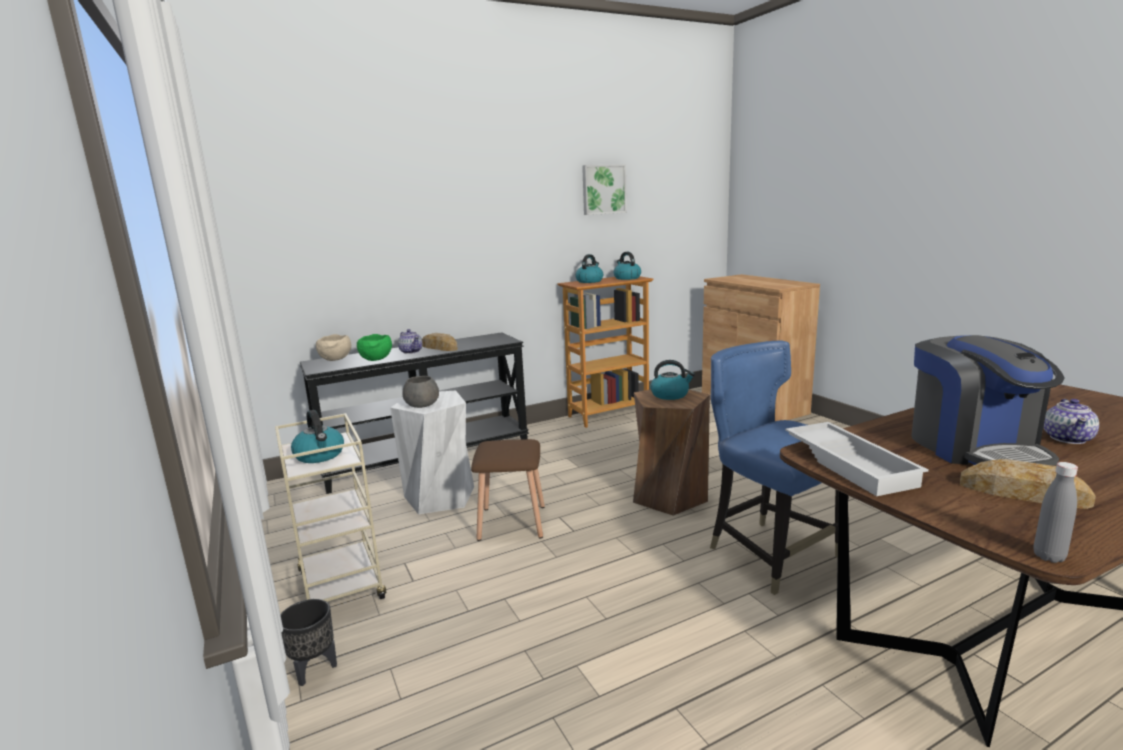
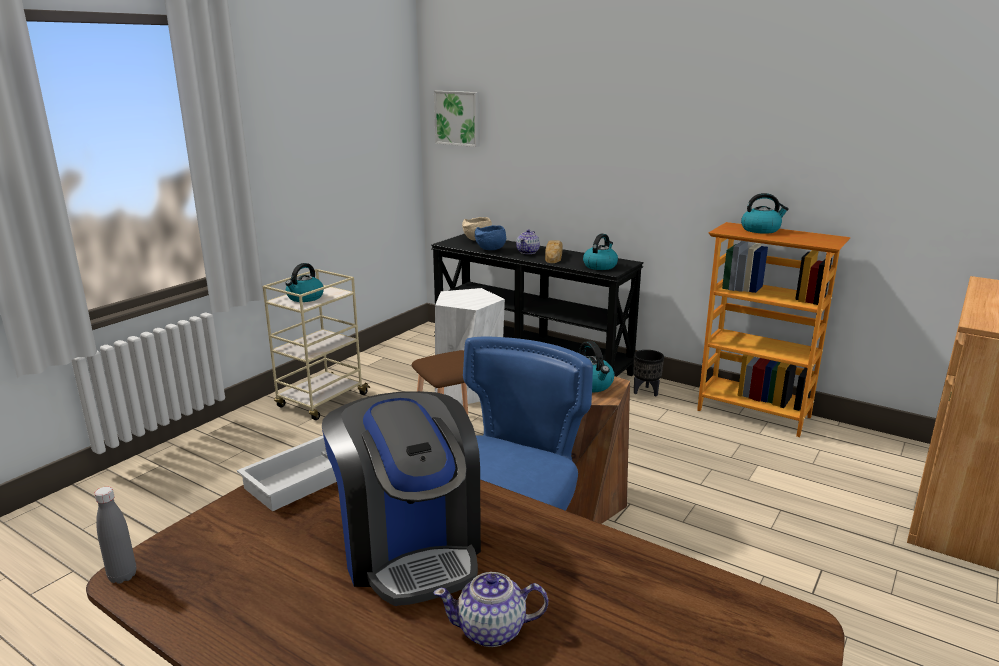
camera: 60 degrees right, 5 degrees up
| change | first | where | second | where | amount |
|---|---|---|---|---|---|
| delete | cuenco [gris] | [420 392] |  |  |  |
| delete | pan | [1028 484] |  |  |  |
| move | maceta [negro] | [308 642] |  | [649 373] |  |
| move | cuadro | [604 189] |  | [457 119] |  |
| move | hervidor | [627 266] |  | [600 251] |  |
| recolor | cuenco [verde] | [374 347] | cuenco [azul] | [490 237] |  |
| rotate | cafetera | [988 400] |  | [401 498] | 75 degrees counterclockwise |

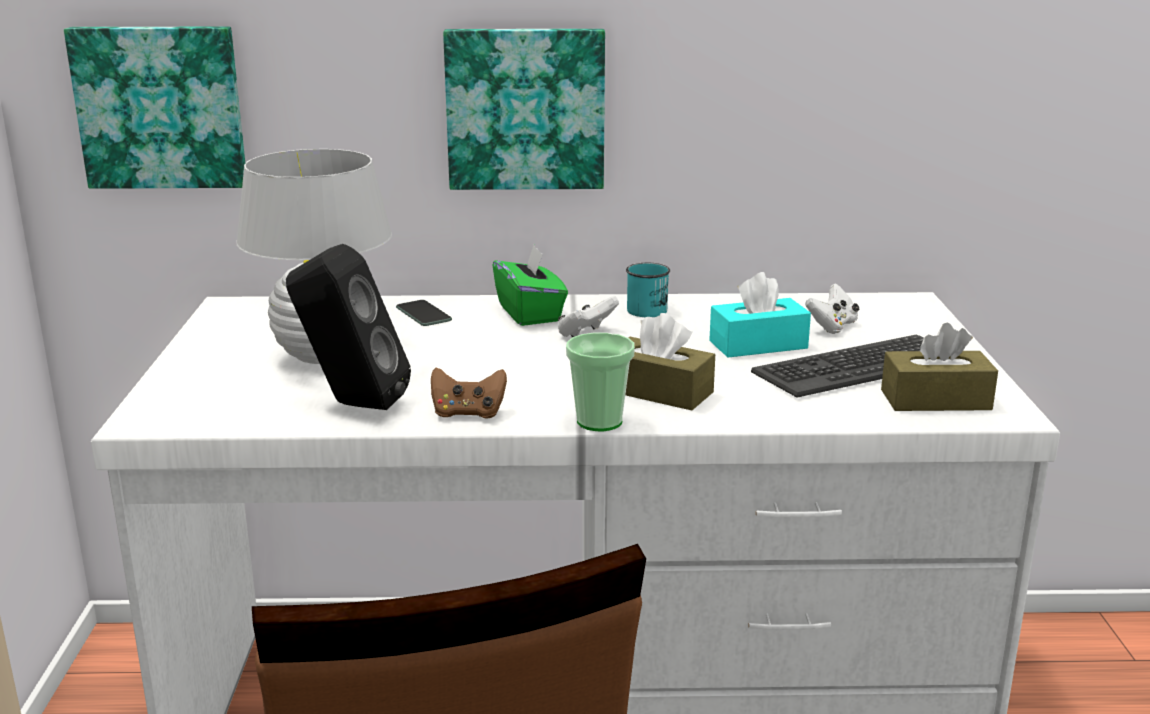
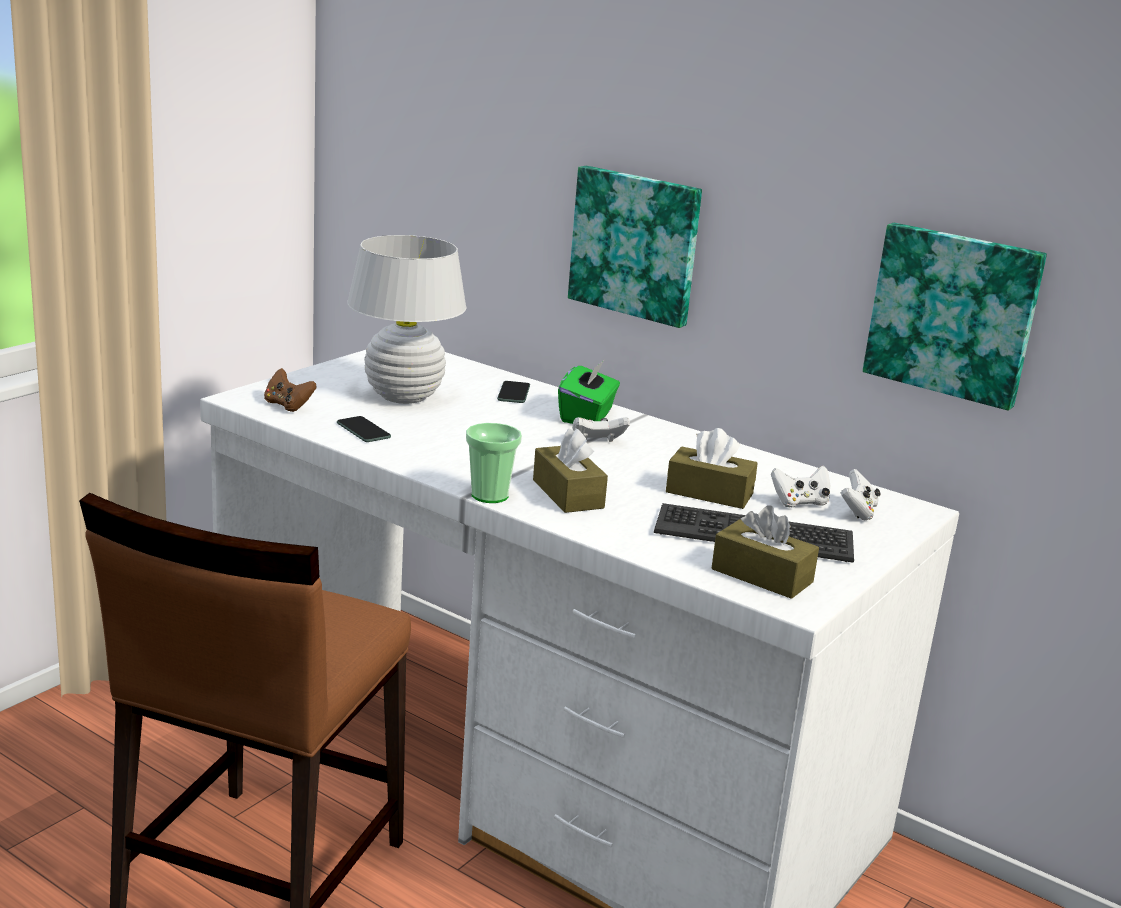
camera: 35 degrees right, 0 degrees up
| change | first | where | second | where | amount |
|---|---|---|---|---|---|
| delete | taza grande [turquesa] | [648 290] |  |  |  |
| insert |  |  | mando de consola [blanco] | [861 494] |  |
| move | cuadro | [154 108] |  | [955 316] |  |
| move | mando de consola [marrón] | [469 393] |  | [290 390] |  |
| replace | altavoz [negro] | [348 327] | móvil | [364 429] |  |
| recolor | caja de pañuelos [turquesa] | [760 314] | caja de pañuelos [marrón] | [712 468] |  |

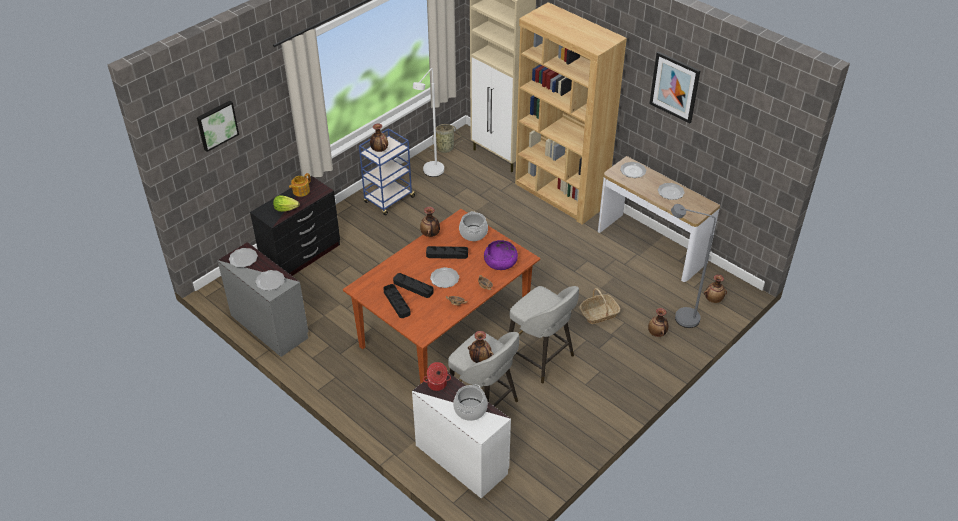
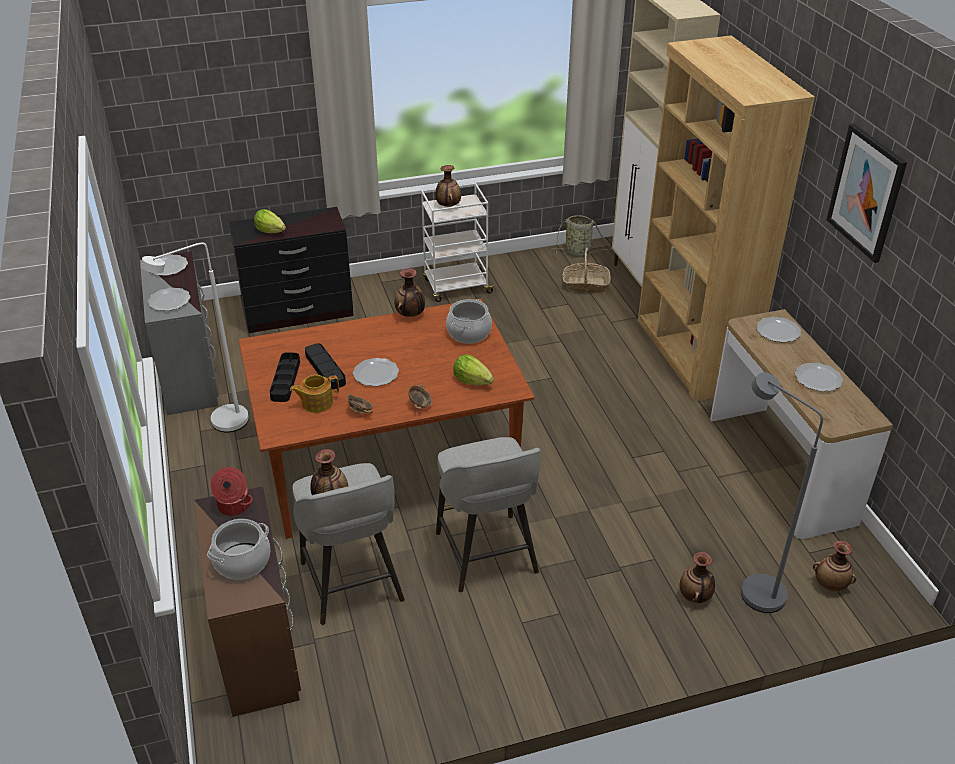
camera: 30 degrees right, 5 degrees down
| change | first | where | second | where | amount |
|---|---|---|---|---|---|
| delete | cuadro | [218 126] |  |  |  |
| delete | bandeja [negro] | [447 252] |  |  |  |
| move | tetera | [300 185] |  | [314 394] |  |
| move | lámpara de pie [blanco] | [428 122] |  | [195 337] |  |
| move | cesta | [599 306] |  | [586 270] |  |
| replace | cuenco [morado] | [501 255] | lechuga | [473 369] |  |
| recolor | carrito [azul] | [387 171] | carrito [blanco] | [458 242] |  |
| recolor | cómoda [blanco] | [461 435] | cómoda [marrón] | [247 601] |  |

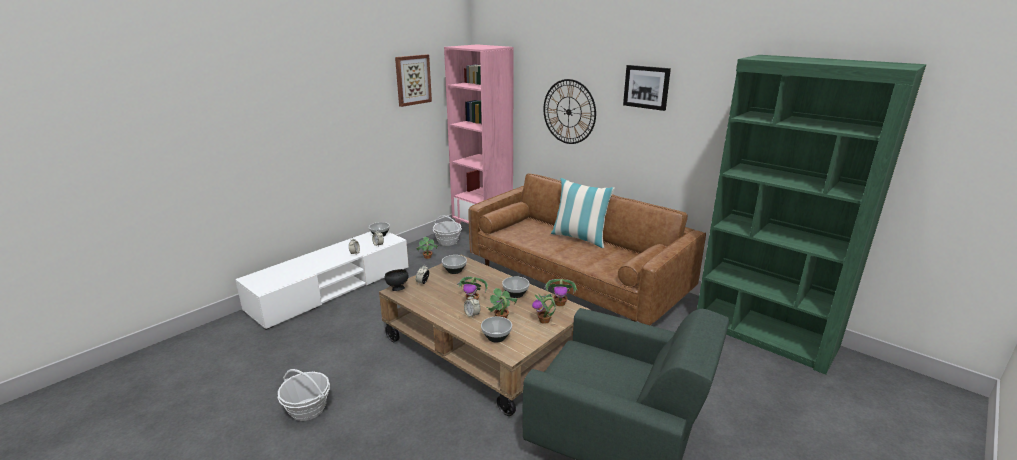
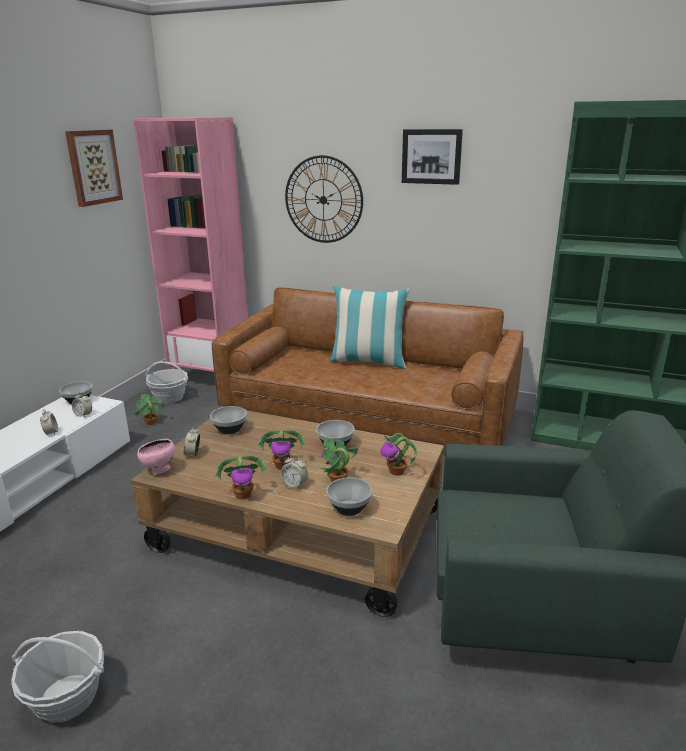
camera: 20 degrees left, 0 degrees up
| change | first | where | second | where | amount |
|---|---|---|---|---|---|
| move | planta en maceta | [560 292] |  | [241 478] |  |
| recolor | cuenco [negro] | [396 280] | cuenco [rosa] | [156 456] |  |

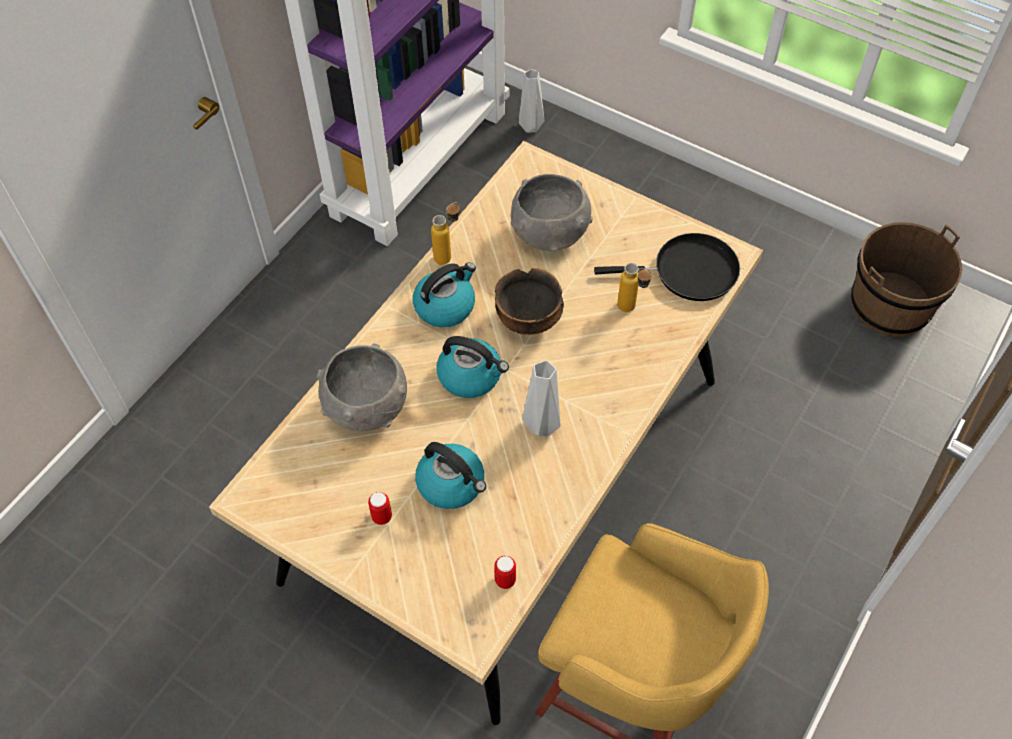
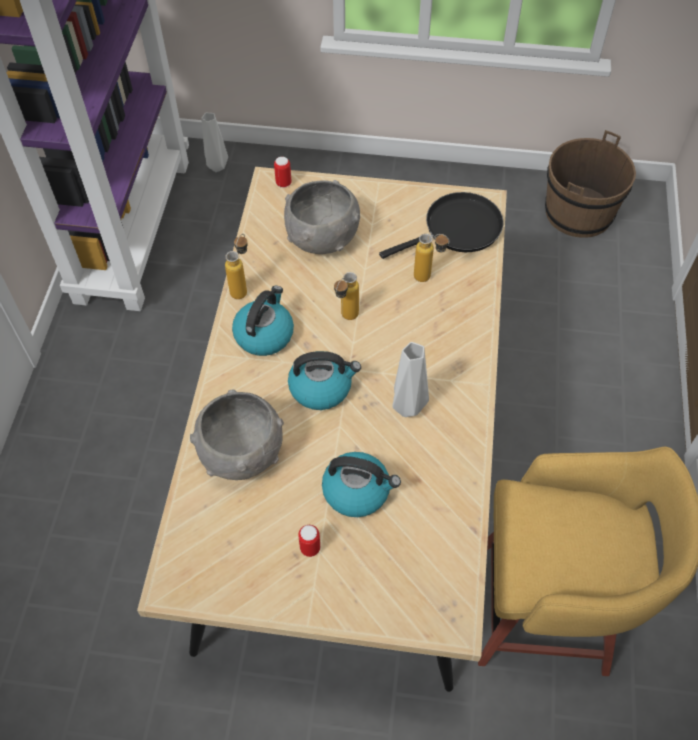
camera: 25 degrees left, 0 degrees up
| change | first | where | second | where | amount |
|---|---|---|---|---|---|
| move | lata | [505 572] |  | [282 172] |  |
| replace | cuenco | [529 301] | botella | [346 296] |  |

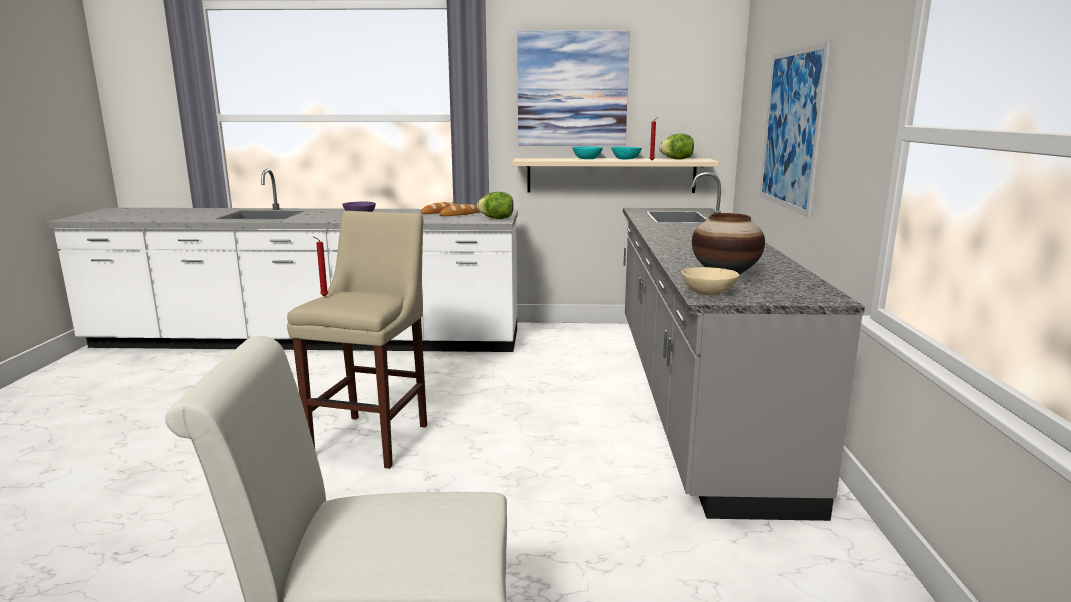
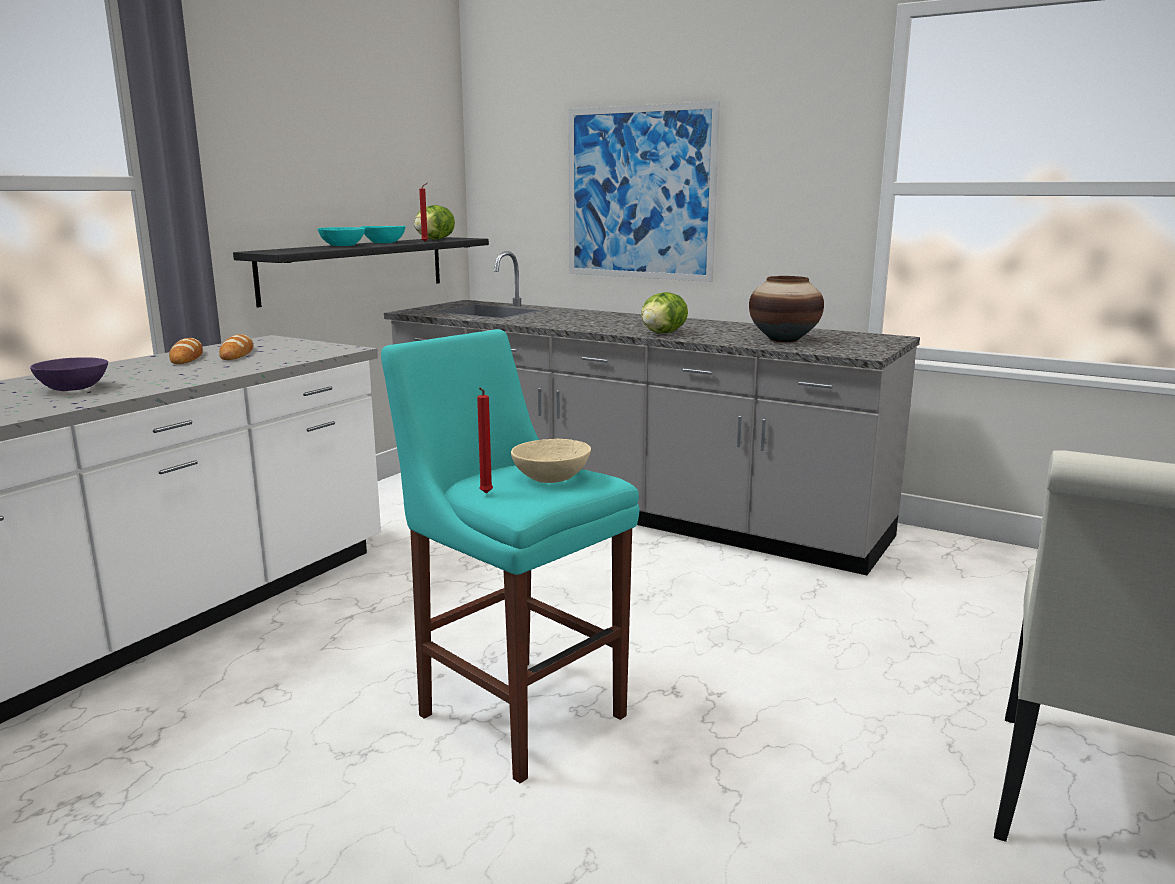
camera: 60 degrees left, 0 degrees up
| change | first | where | second | where | amount |
|---|---|---|---|---|---|
| delete | cuadro | [573 88] |  |  |  |
| move | lechuga | [495 205] |  | [664 312] |  |
| move | cuenco [beis] | [711 281] |  | [551 461] |  |
| recolor | taburete [beis] | [357 340] | taburete [turquesa] | [510 556] |  |
| recolor | estante [beis] | [615 175] | estante [negro] | [361 272] |  |

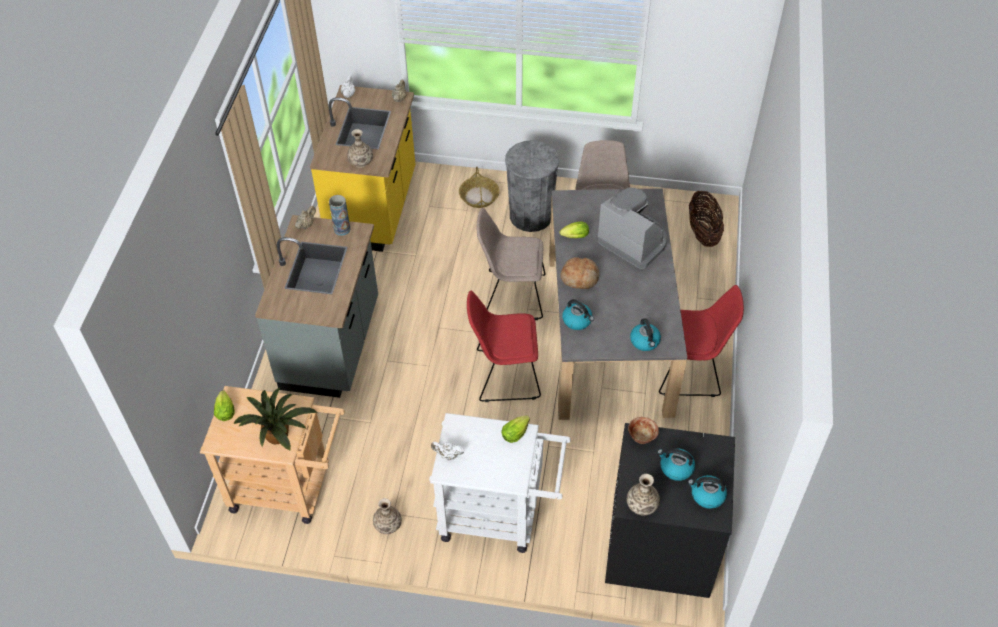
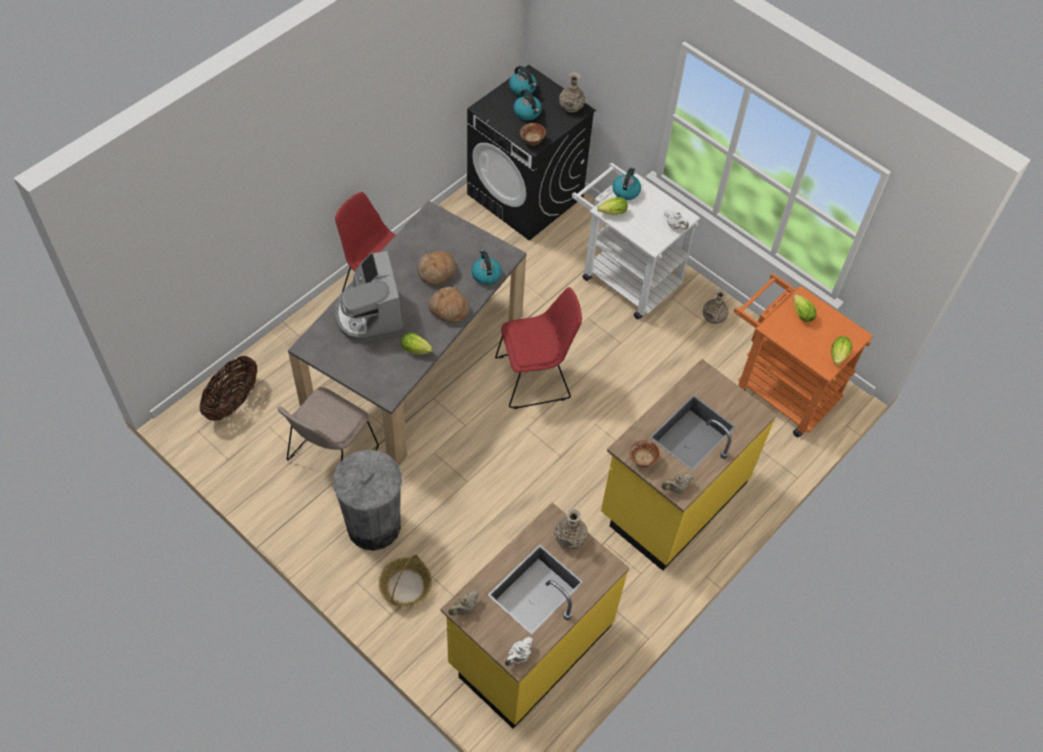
camera: 150 degrees left, 5 degrees up
| change | first | where | second | where | amount |
|---|---|---|---|---|---|
| delete | silla [beis] | [511 264] |  |  |  |
| insert |  |  | pan | [437 268] |  |
| move | hervidor | [645 334] |  | [626 183] |  |
| replace | planta en maceta | [276 419] | lechuga | [805 308] |  |
| replace | florero | [339 215] | cuenco | [644 453] |  |
| recolor | carrito [beis] | [272 455] | carrito [naranja] | [803 355] |  |
| recolor | mueble bajo de cocina [gris] | [316 306] | mueble bajo de cocina [amarillo] | [689 465] |  |
| rotate | silla [rojo] | [504 346] |  | [538 348] | 45 degrees counterclockwise |

